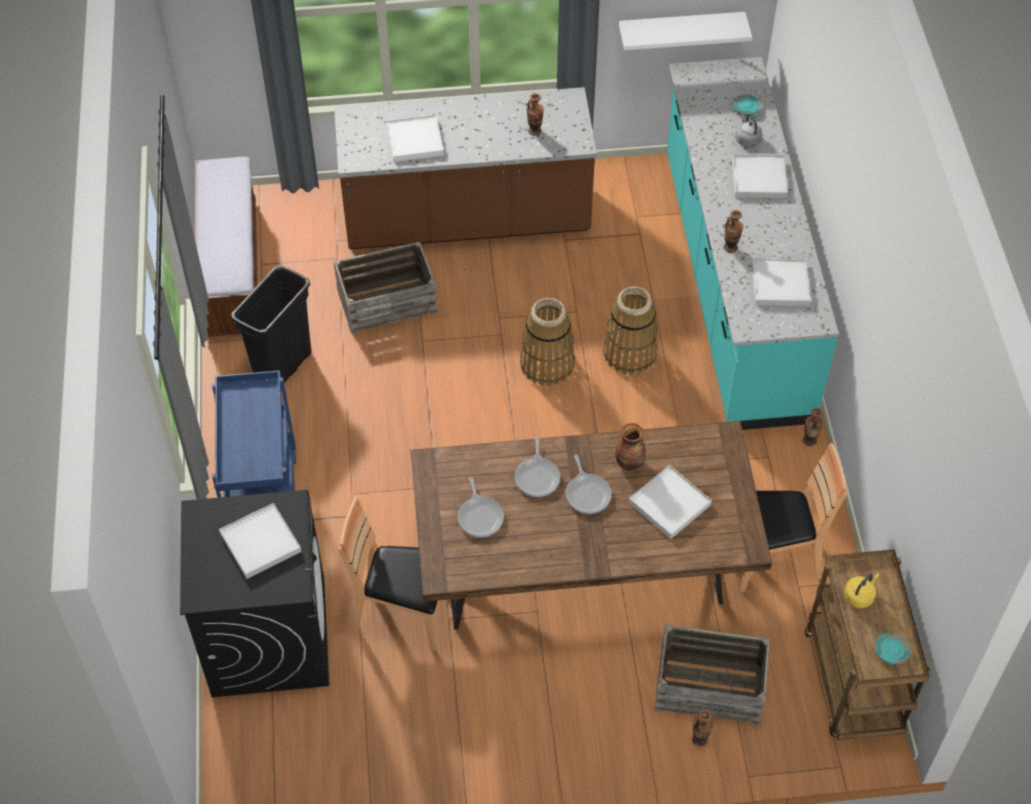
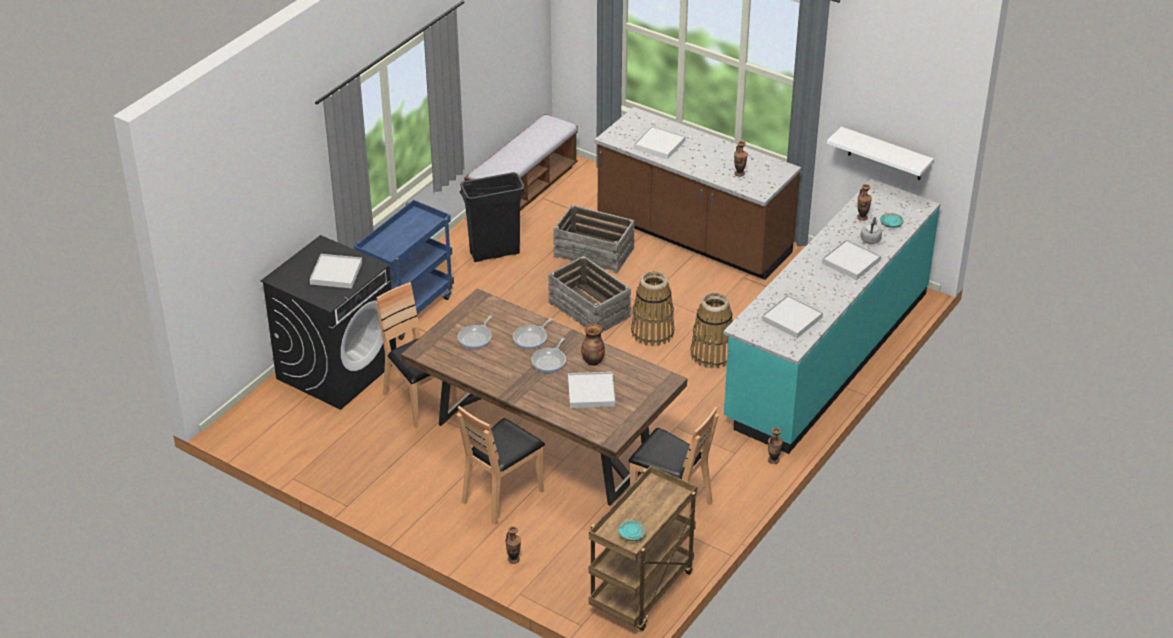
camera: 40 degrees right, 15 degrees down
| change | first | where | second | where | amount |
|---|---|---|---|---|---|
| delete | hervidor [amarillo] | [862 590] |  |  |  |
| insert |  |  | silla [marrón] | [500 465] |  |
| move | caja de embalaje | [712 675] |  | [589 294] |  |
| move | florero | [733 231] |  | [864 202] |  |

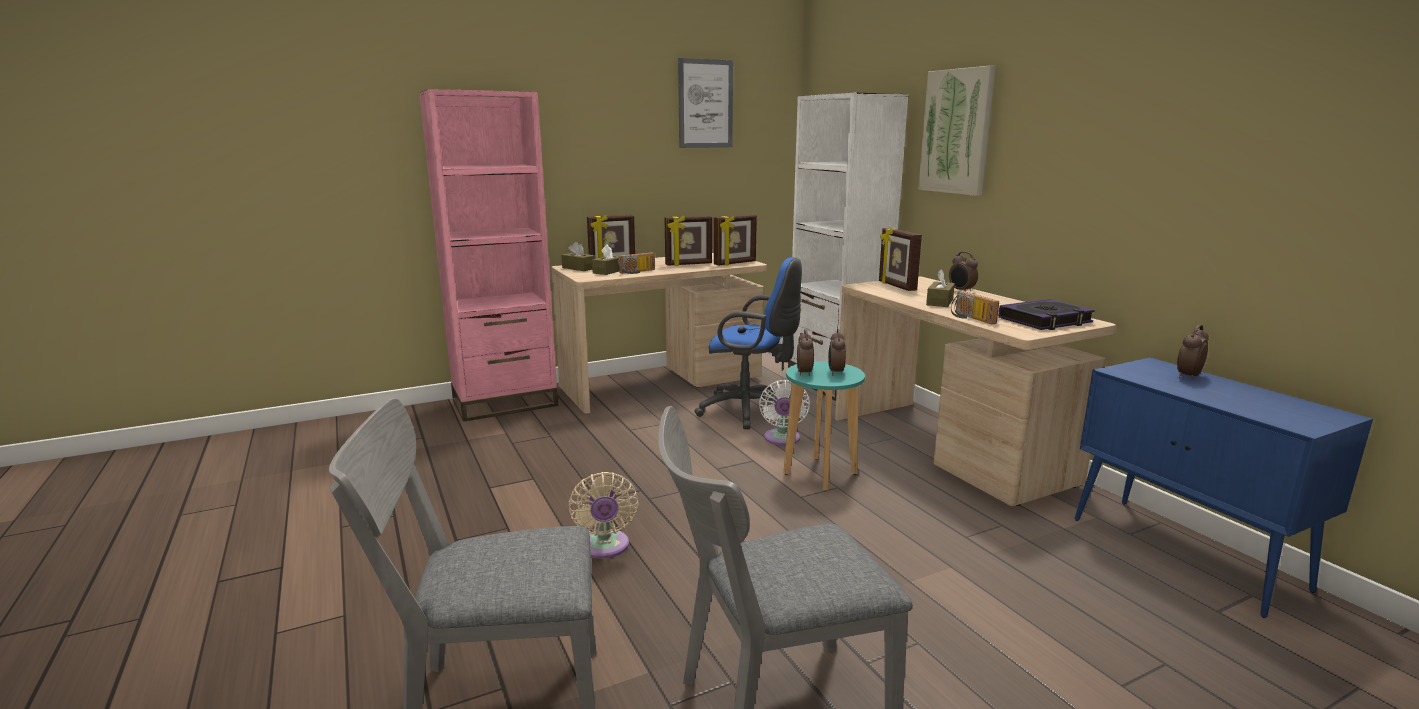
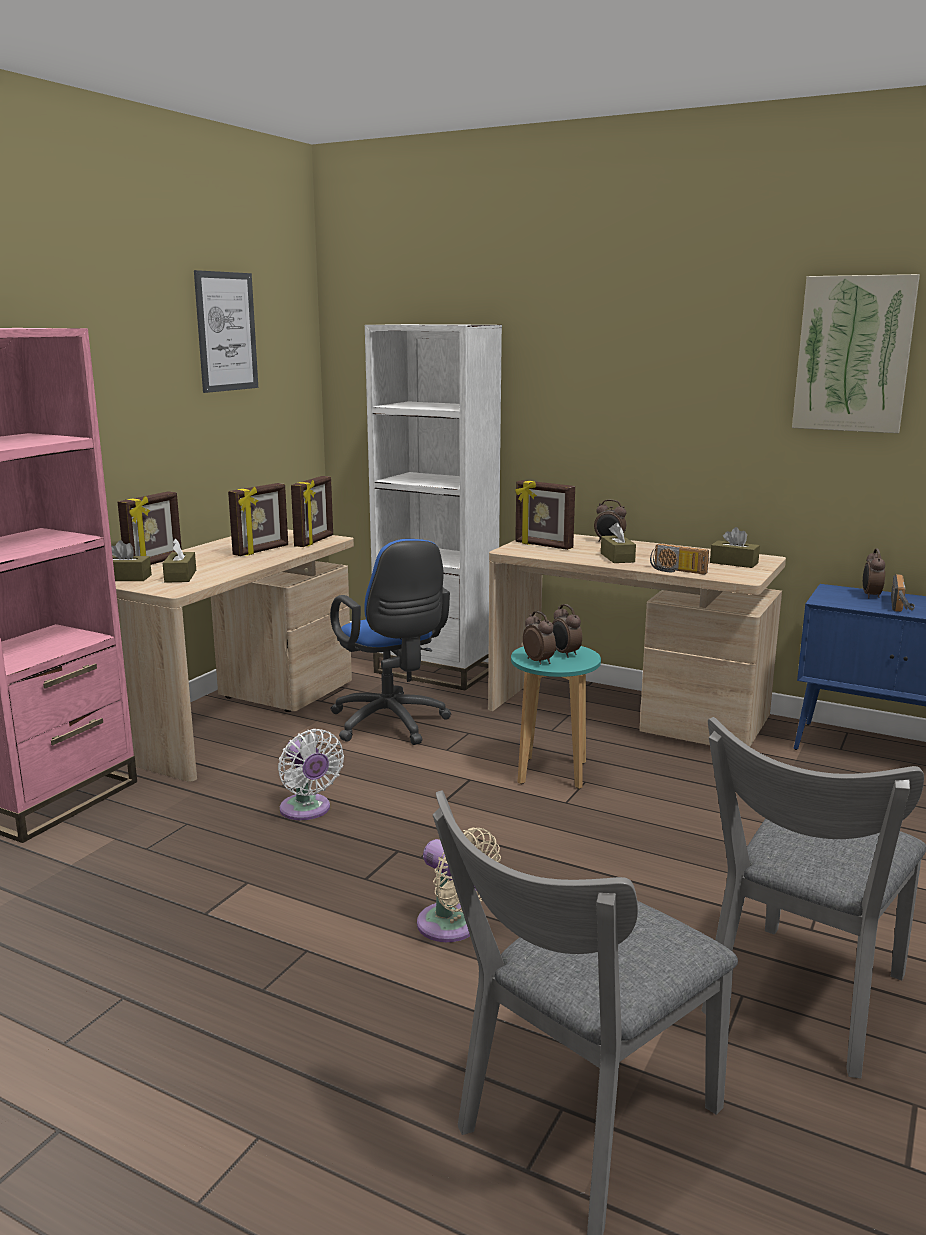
camera: 35 degrees left, 0 degrees up
| change | first | where | second | where | amount |
|---|---|---|---|---|---|
| move | radio | [636 263] |  | [903 593] |  |
| move | ventilador [blanco] | [784 412] |  | [311 774] |  |
| move | cuadro | [957 130] |  | [856 353] |  |
| replace | libro | [1046 314] | caja de pañuelos [marrón] | [735 547] |  |
| rotate | silla de oficina [azul] | [748 343] |  | [390 642] | 75 degrees clockwise |

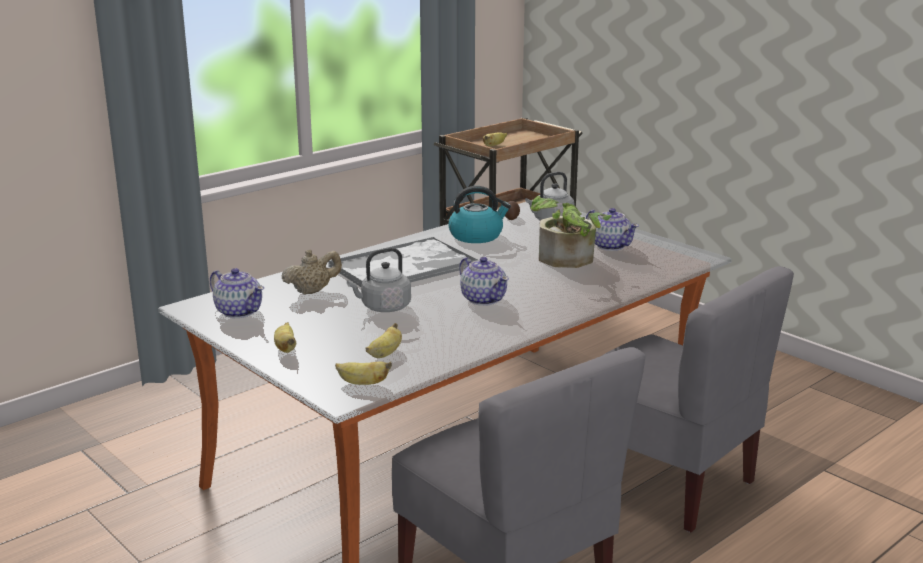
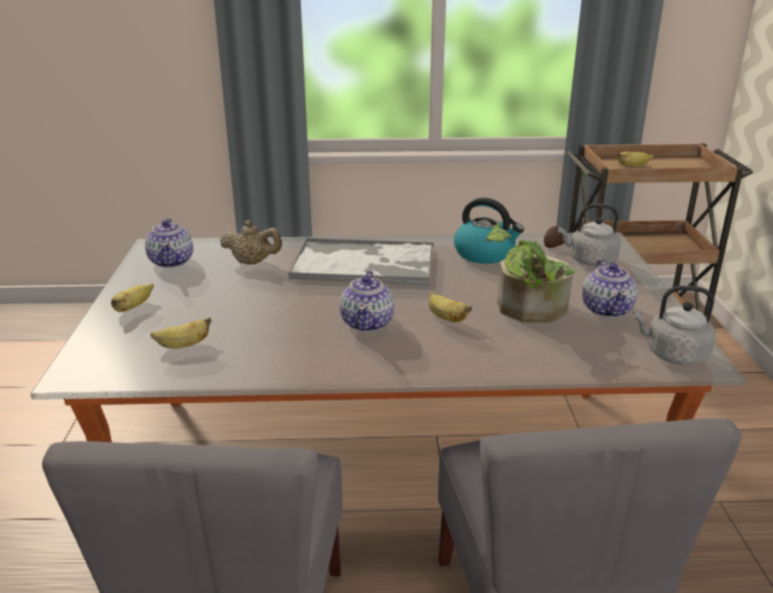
camera: 40 degrees right, 5 degrees up
| change | first | where | second | where | amount |
|---|---|---|---|---|---|
| move | plátano | [363 373] |  | [450 307] |  |
| move | hervidor [gris] | [379 280] |  | [674 325] |  |

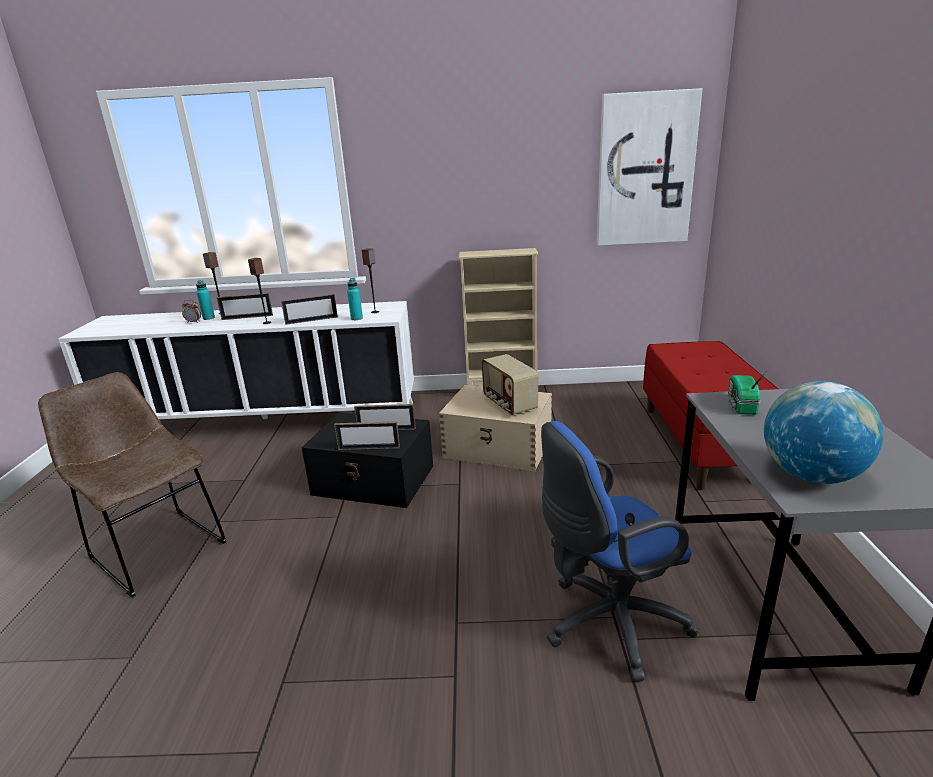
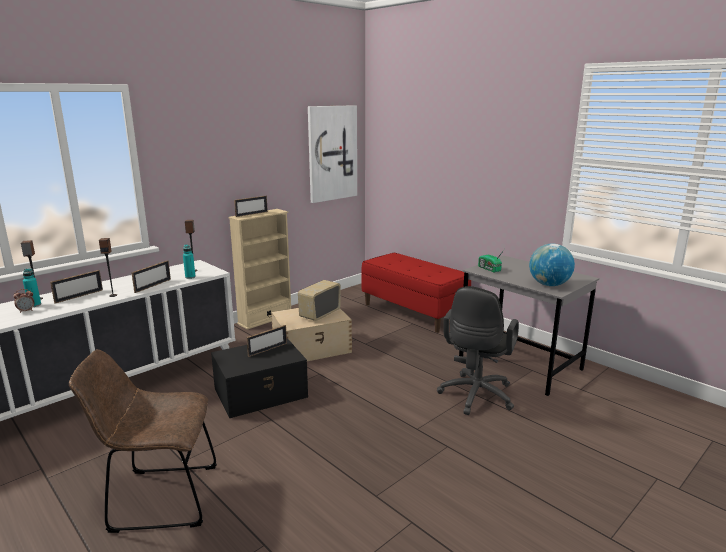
camera: 45 degrees left, 5 degrees down
| change | first | where | second | where | amount |
|---|---|---|---|---|---|
| move | portarretratos | [367 435] |  | [251 206] |  |
| recolor | silla de oficina [azul] | [619 551] | silla de oficina [negro] | [478 350] |  |
| rotate | radio | [510 384] |  | [319 300] | 105 degrees clockwise |

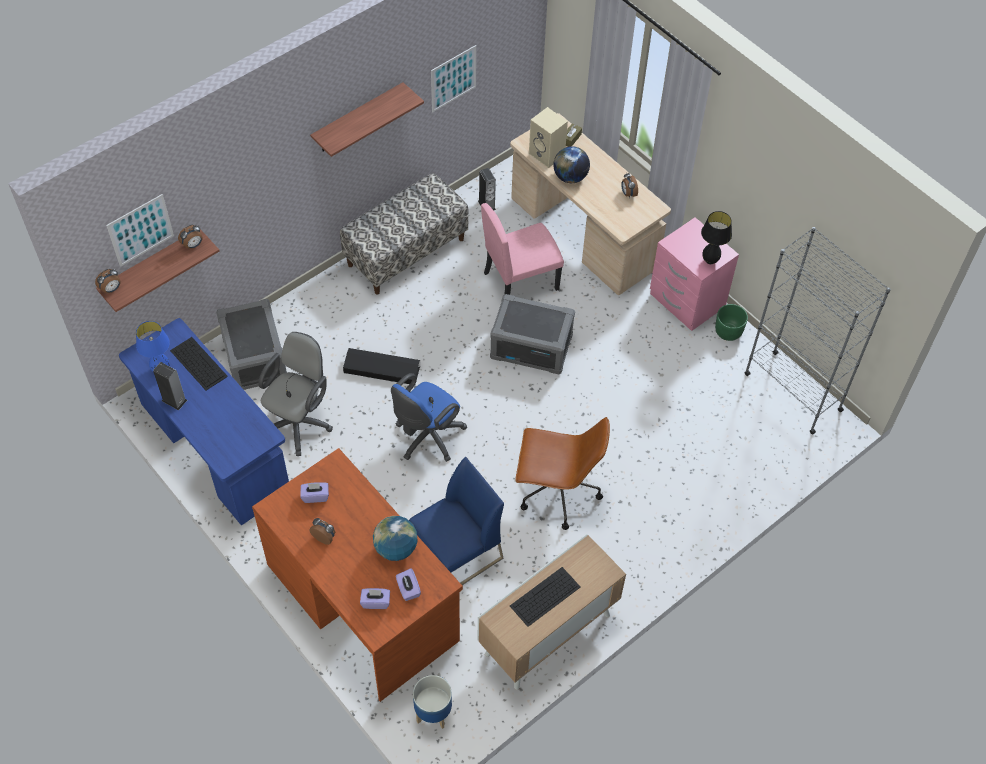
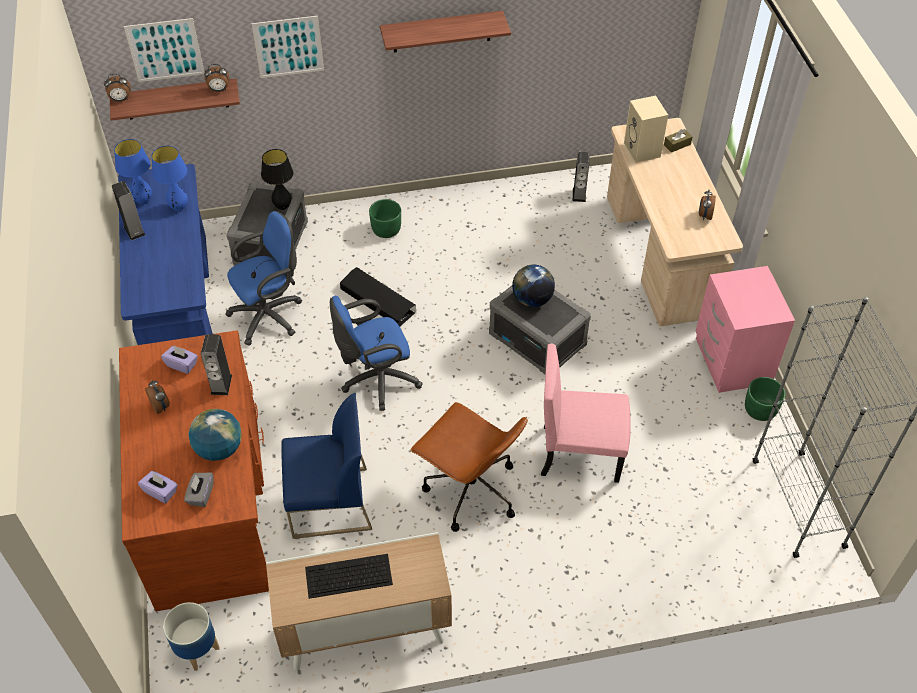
camera: 30 degrees right, 5 degrees down
| change | first | where | second | where | amount |
|---|---|---|---|---|---|
| delete | banco | [404 234] |  |  |  |
| insert |  |  | altavoz | [216 364] |  |
| insert |  |  | maceta [verde] | [385 218] |  |
| move | cuadro | [453 78] |  | [287 47] |  |
| move | silla [rosa] | [522 249] |  | [586 413] |  |
| move | globo terráqueo | [571 164] |  | [533 286] |  |
| move | lámpara de mesa [negro] | [716 237] |  | [277 179] |  |
| replace | teclado | [199 364] | lámpara de mesa [azul] | [170 178] |  |
| recolor | silla de oficina [gris] | [295 394] | silla de oficina [azul] | [264 278] |  |
| recolor | caja de pañuelos [morado] | [408 584] | caja de pañuelos [gris] | [199 490] |  |

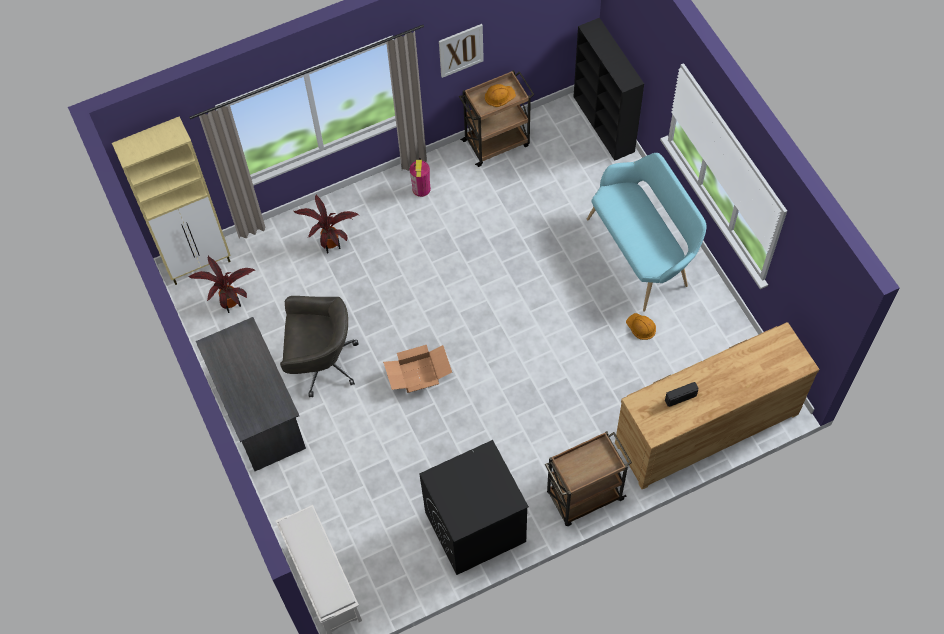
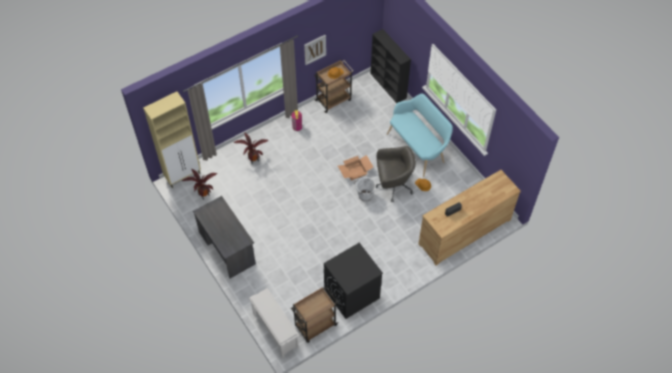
camera: 10 degrees left, 5 degrees down
| change | first | where | second | where | amount |
|---|---|---|---|---|---|
| insert |  |  | cubo [blanco] | [365 189] |  |
| move | silla de oficina [gris] | [319 346] |  | [396 174] |  |
| move | caja de cartón | [417 369] |  | [355 168] |  |
| move | carrito [marrón] | [588 478] |  | [314 315] |  |

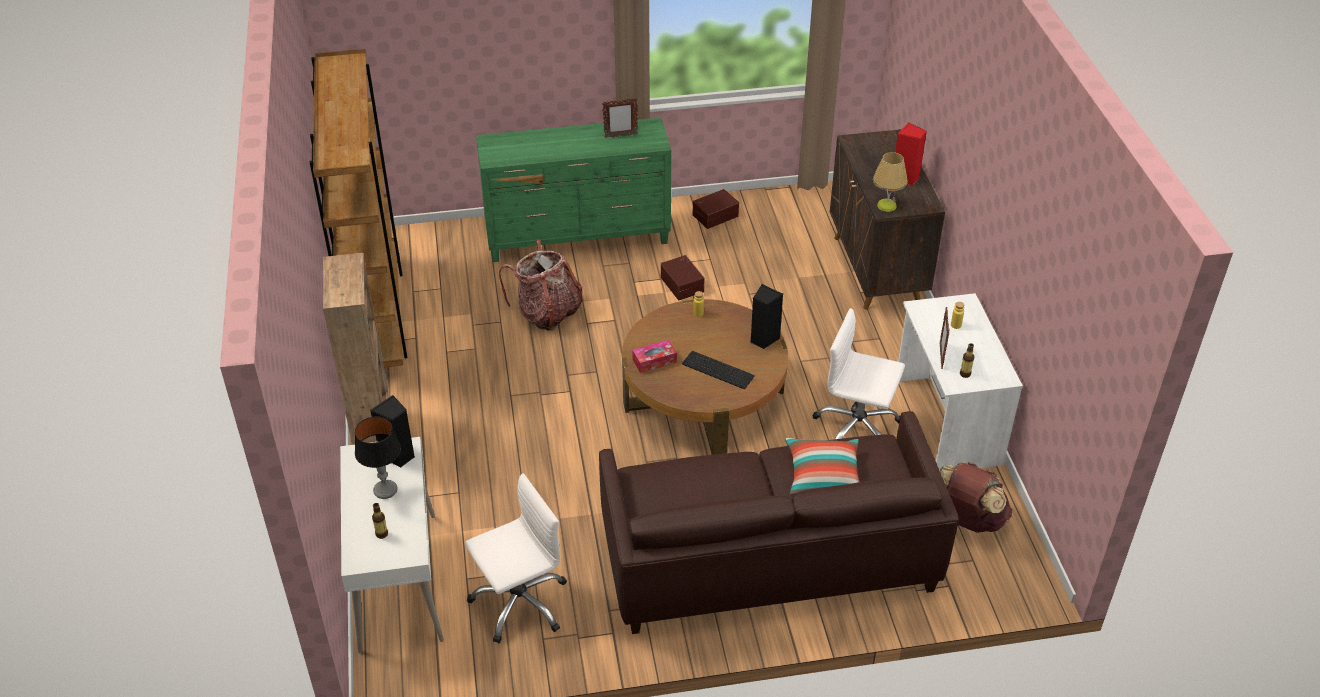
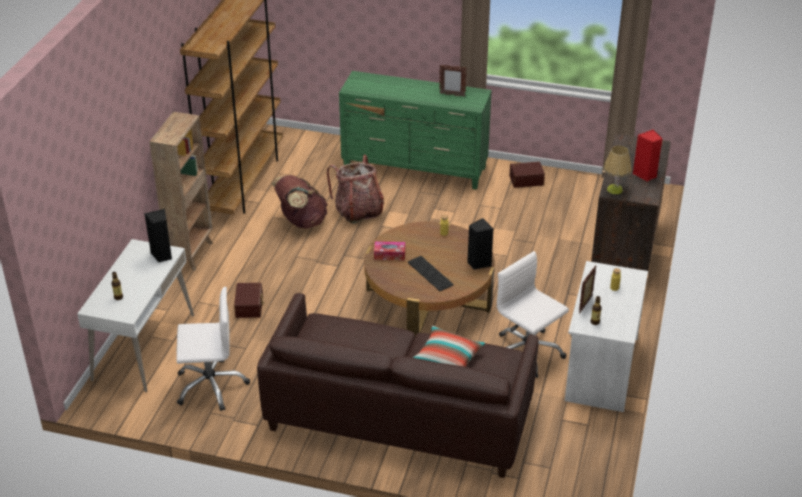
camera: 25 degrees right, 5 degrees down
| change | first | where | second | where | amount |
|---|---|---|---|---|---|
| delete | lámpara de mesa | [378 457] |  |  |  |
| move | caja de almacenaje [marrón] | [682 277] |  | [249 300] |  |
| move | mochila [marrón] | [975 497] |  | [300 202] |  |

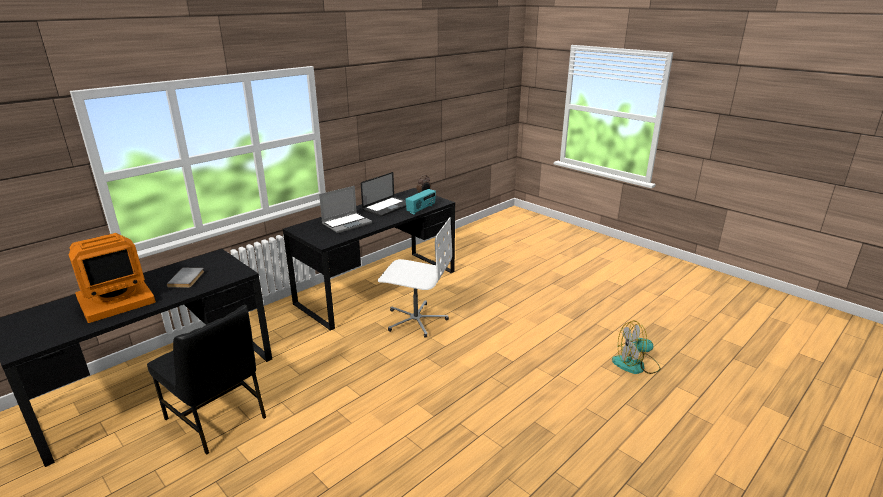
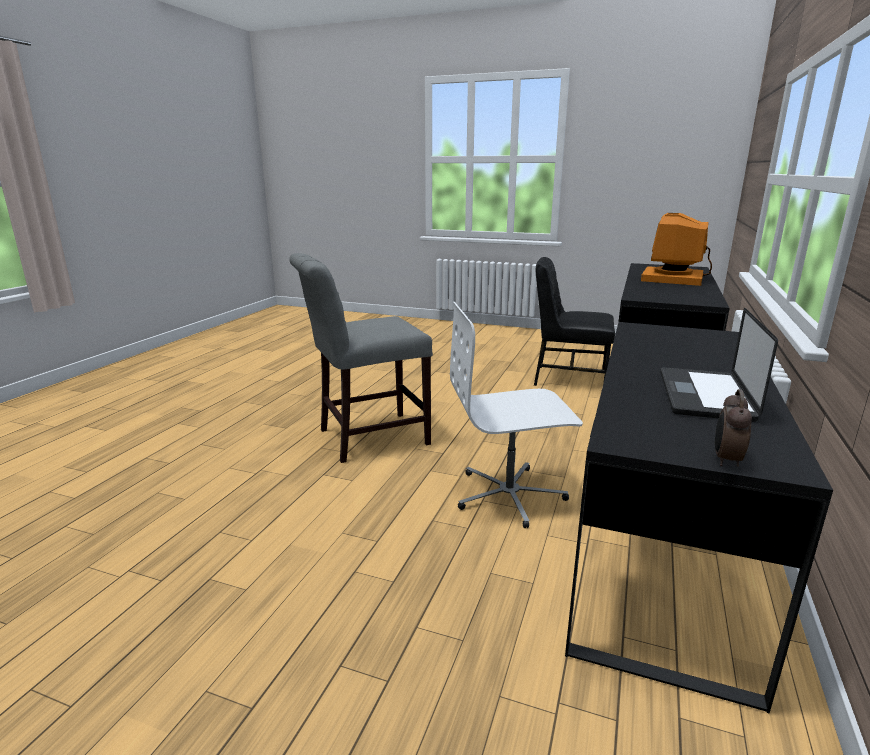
camera: 155 degrees right, 5 degrees down
| change | first | where | second | where | amount |
|---|---|---|---|---|---|
| delete | libro [gris] | [185 278] |  |  |  |
| delete | portátil | [345 209] |  |  |  |
| delete | radio | [420 202] |  |  |  |
| delete | ventilador | [636 347] |  |  |  |
| insert |  |  | silla [gris] | [361 358] |  |

